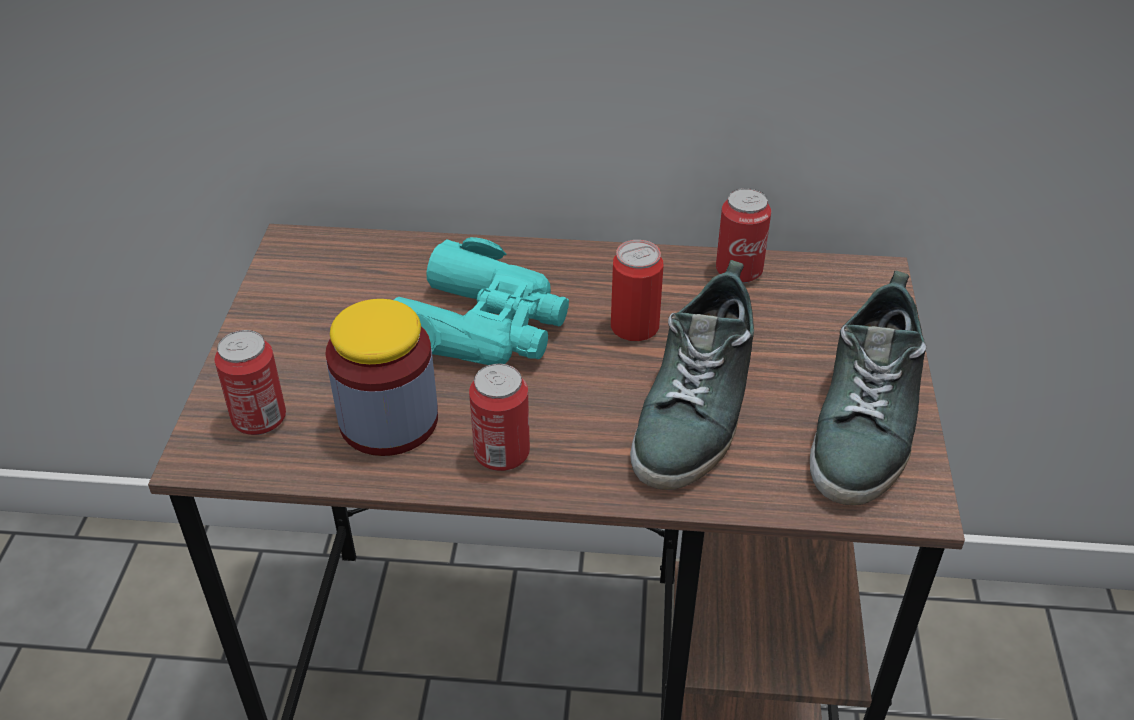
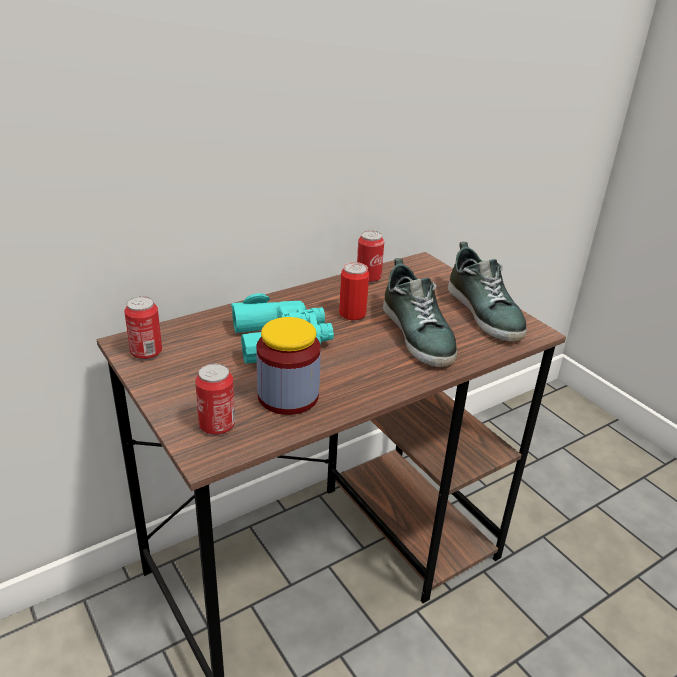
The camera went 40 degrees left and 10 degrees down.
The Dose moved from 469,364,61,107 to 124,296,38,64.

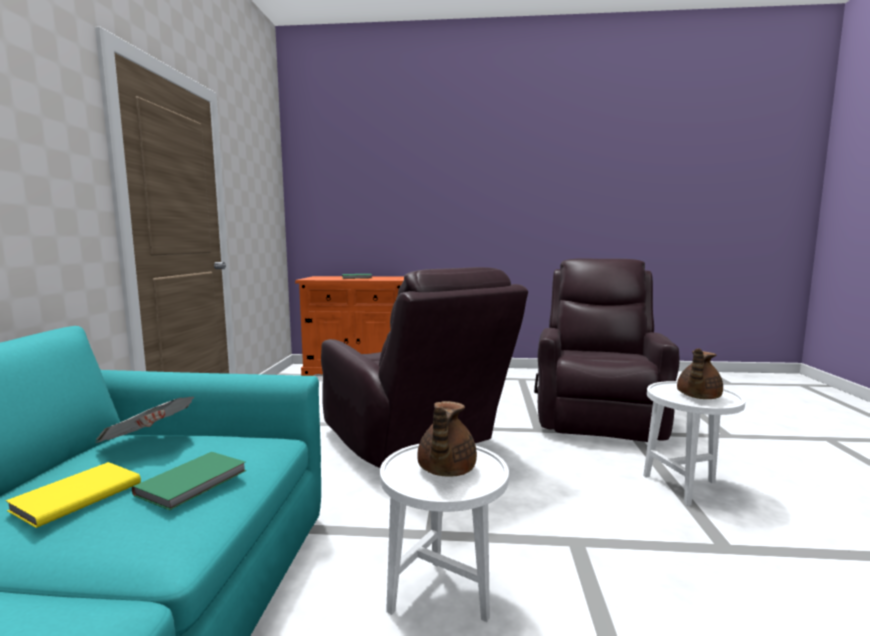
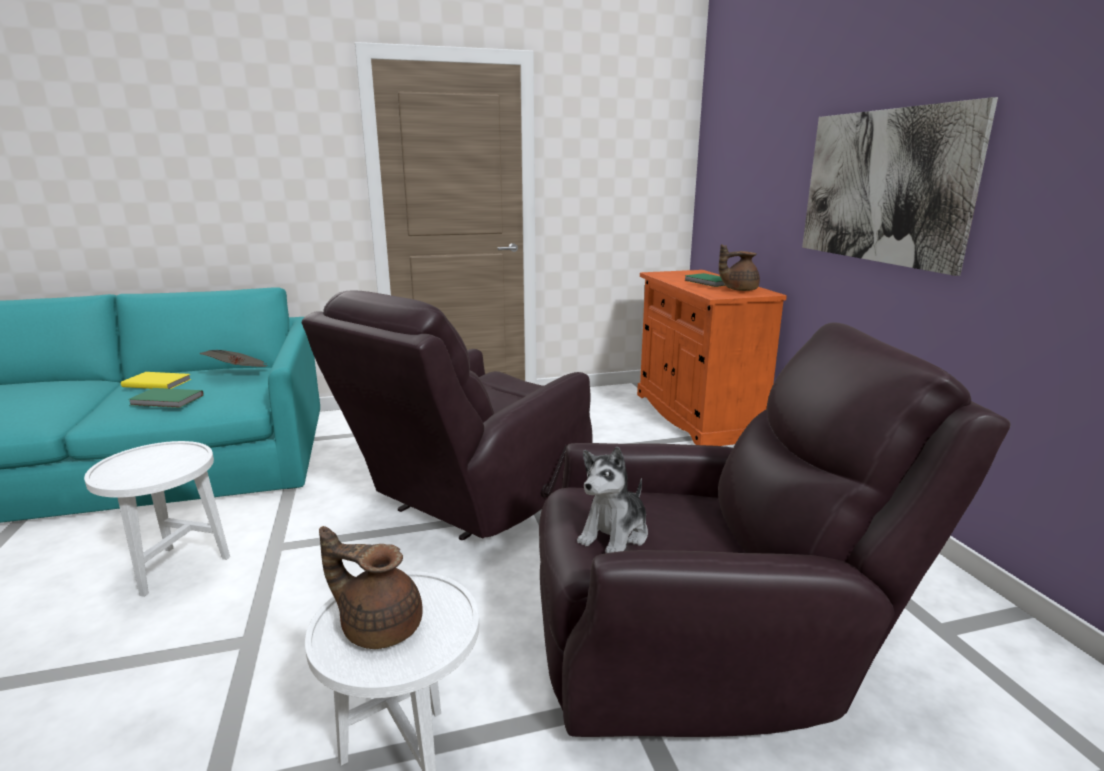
The camera went 70 degrees right and 10 degrees up.
The Plüschtier at 577,447,71,106 appeared.
The Teekanne/braun moved from 417,401,60,75 to 719,244,41,47.
The Bild at 802,97,196,179 appeared.

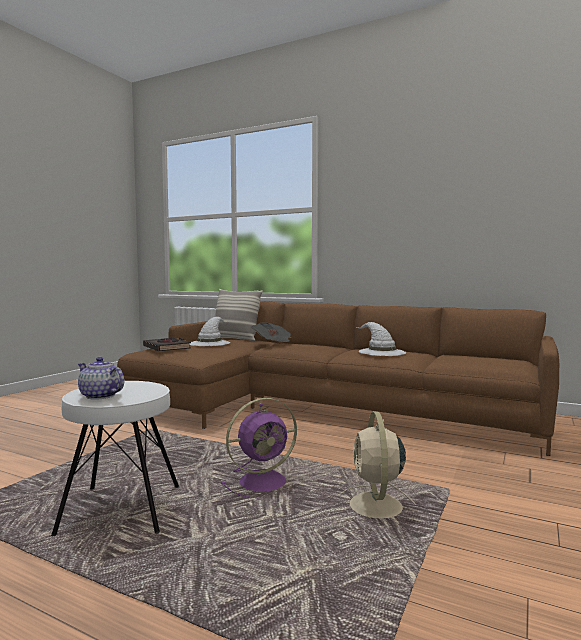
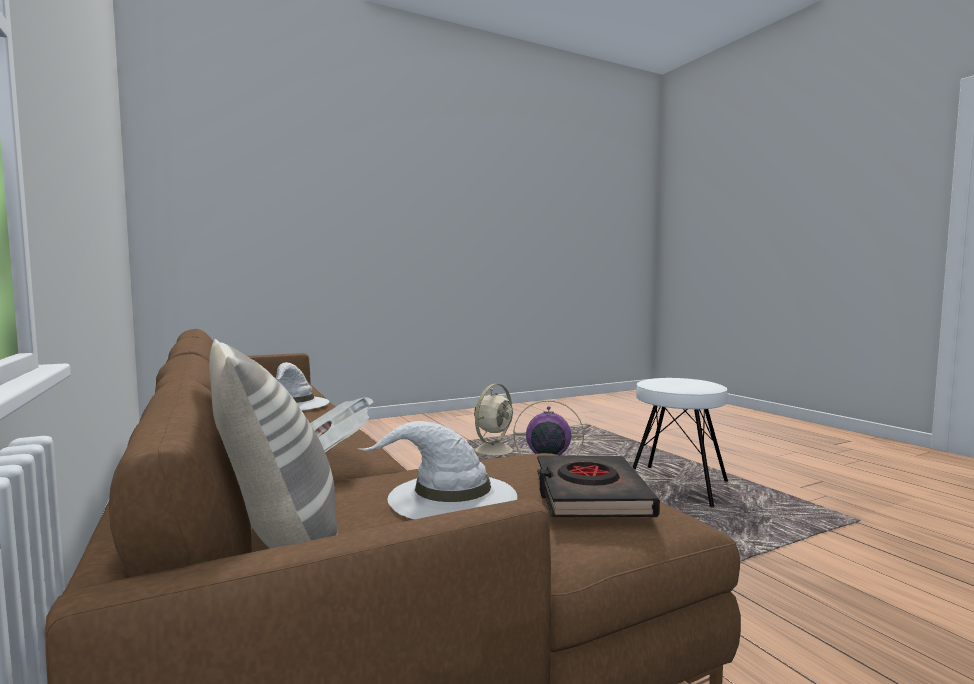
The camera went 145 degrees left and 0 degrees up.
The Teekanne at 78,357,46,43 disappeared.

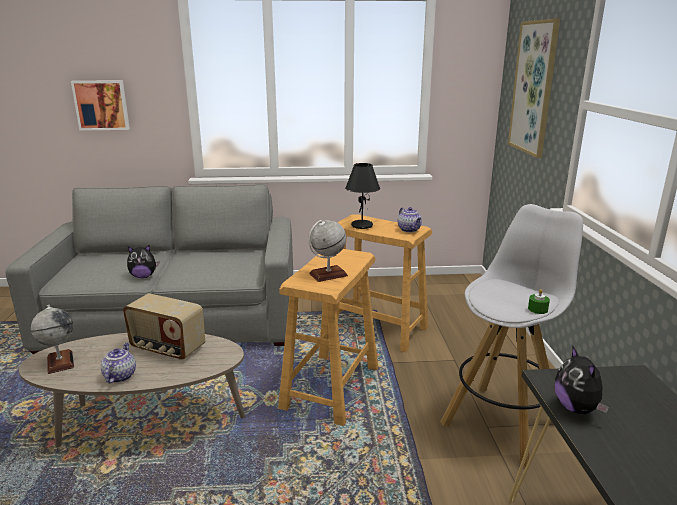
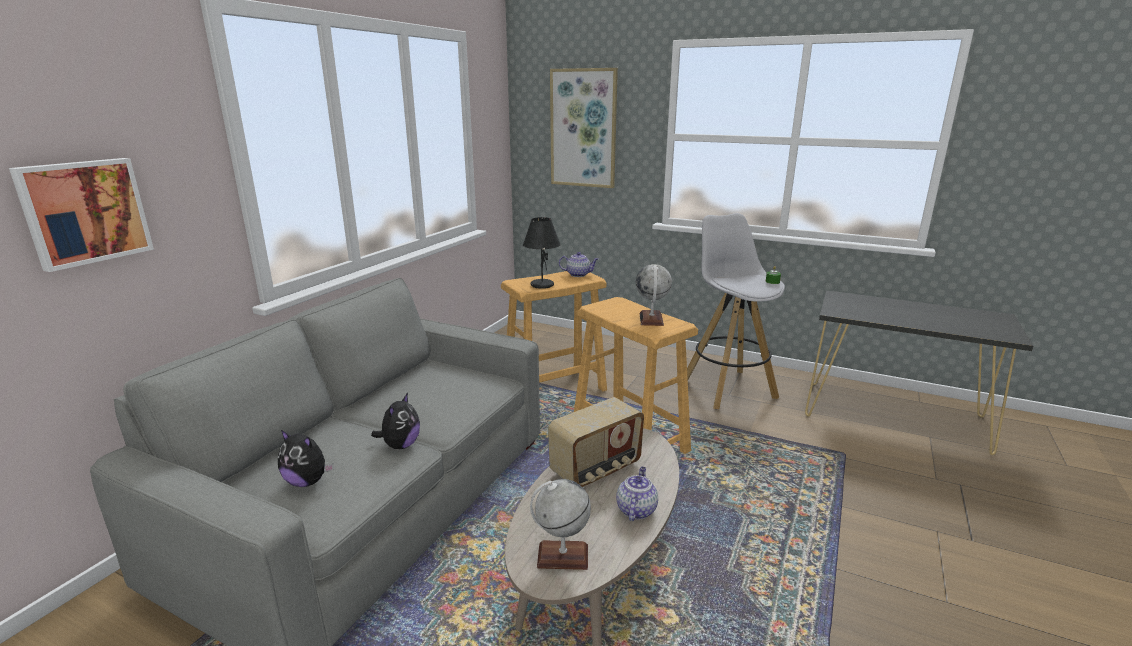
The camera went 60 degrees left and 0 degrees up.
The Plüschtier moved from 555,346,54,68 to 278,430,56,57.
The Teekanne at 101,343,35,40 turned 75 degrees clockwise.

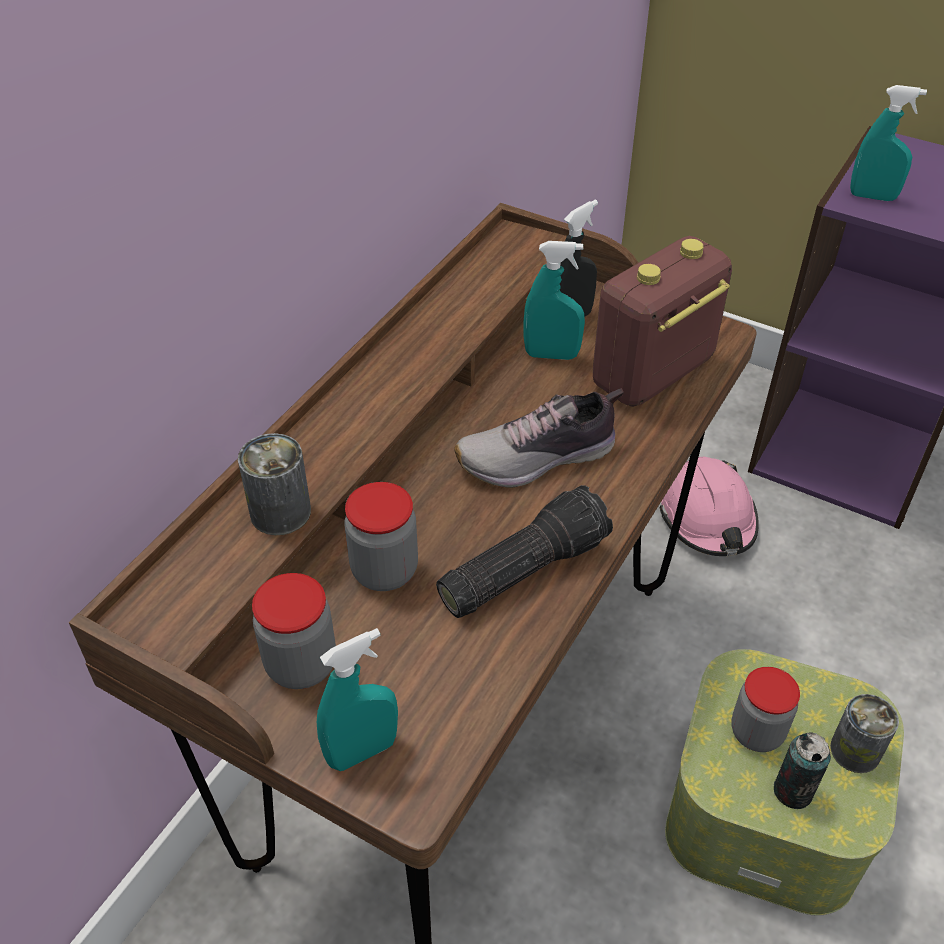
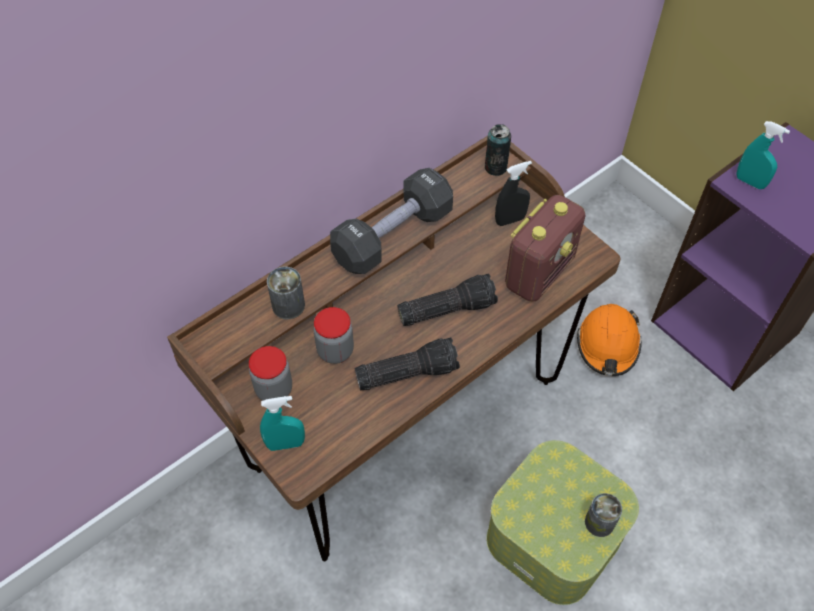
The camera went 20 degrees right and 10 degrees up.
The Hantel/schwarz at 330,168,123,106 appeared.
The Schuh at 454,389,170,99 was replaced by the Taschenlampe at 397,274,101,52.
The Dose moved from 774,732,57,77 to 485,124,26,52.
The Radio at 593,236,139,171 turned 150 degrees clockwise.
The Schutzhelm/rosa at 660,457,98,99 became the Schutzhelm/orange at 577,304,65,72.
The Sprühflasche/türkis at 523,241,62,119 disappeared.
The Vorratsglas at 731,667,69,85 disappeared.

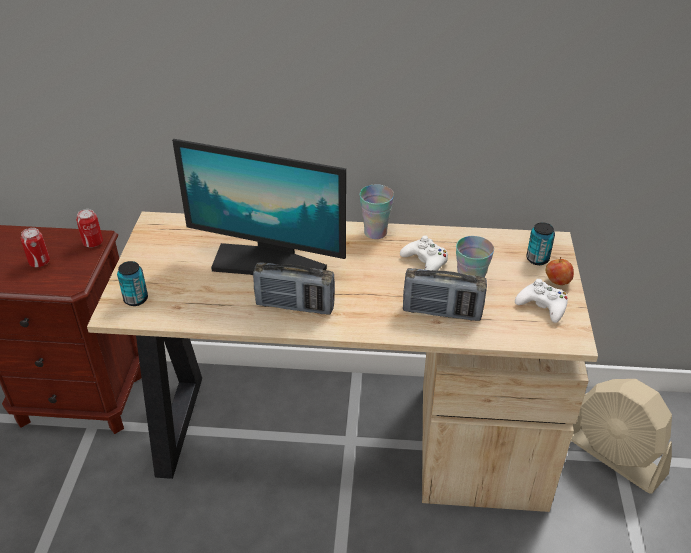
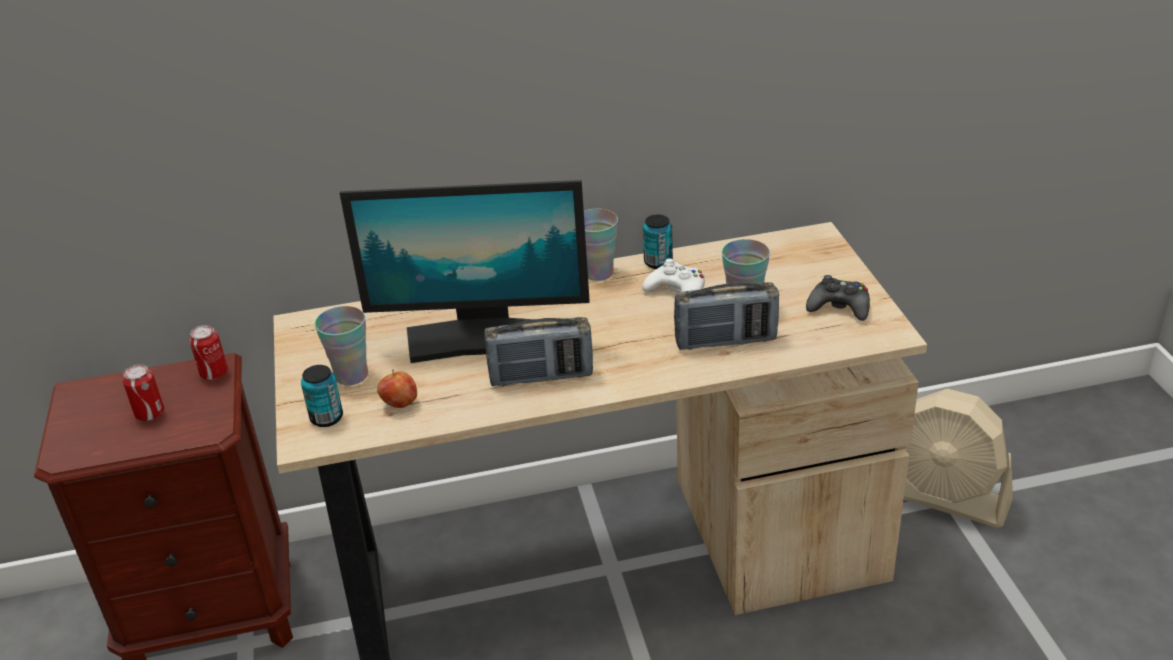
The camera went 15 degrees left and 5 degrees down.
The Tasse at 315,306,53,79 appeared.
The Apfel moved from 546,257,28,28 to 377,369,40,39.
The Dose moved from 526,222,29,43 to 643,214,30,55.
The Gamepad/weiß at 515,279,53,44 became the Gamepad/schwarz at 806,275,64,46.

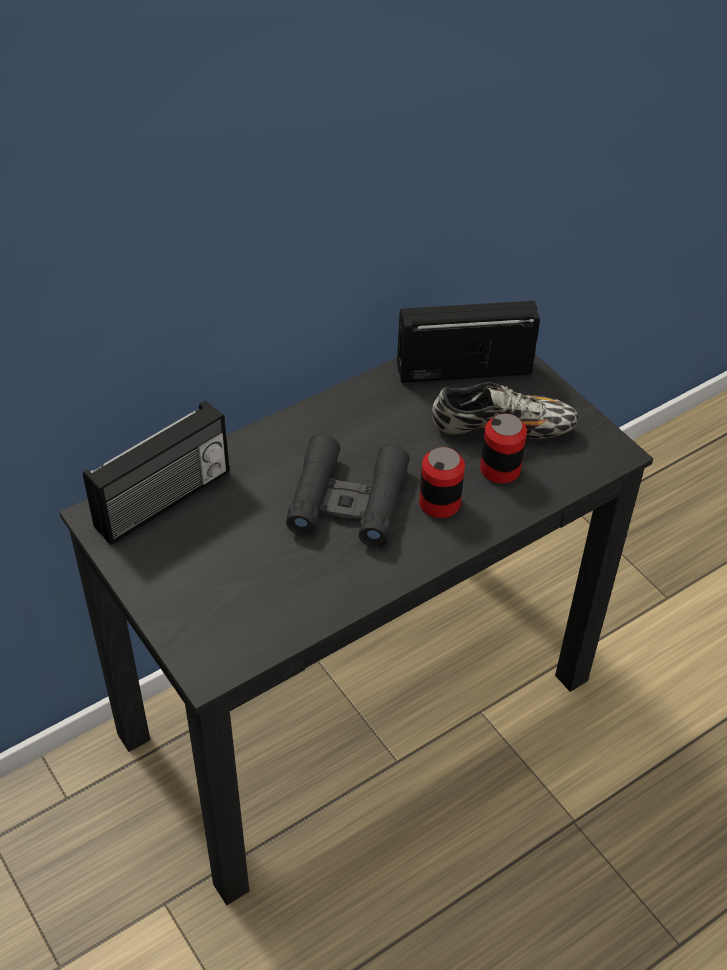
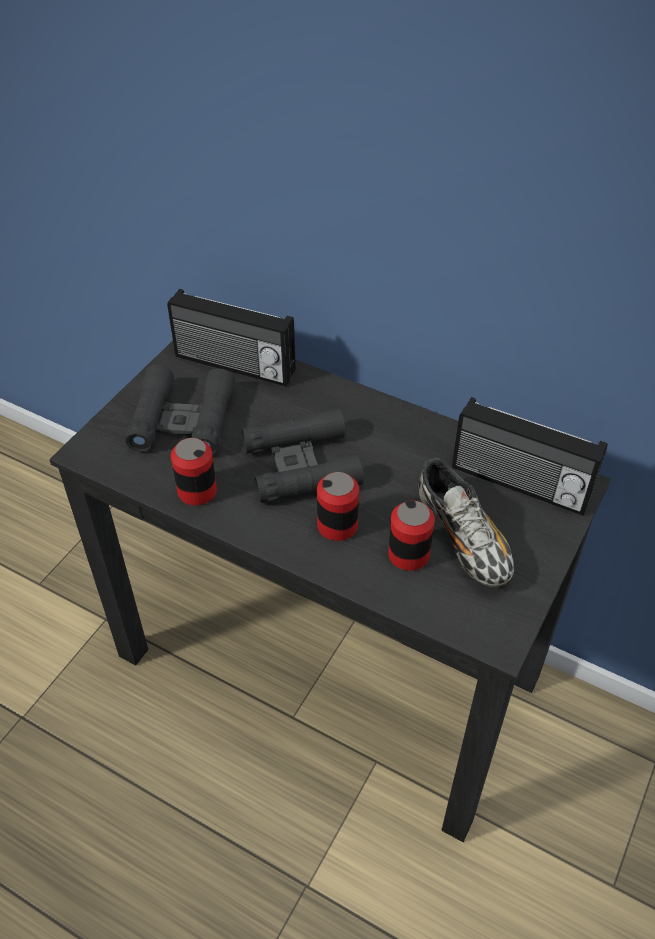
The camera went 65 degrees right and 0 degrees up.
The Fernglas/schwarz at 126,365,109,90 appeared.
The Dose at 171,438,46,67 appeared.
The Radio at 397,301,143,82 turned 150 degrees clockwise.

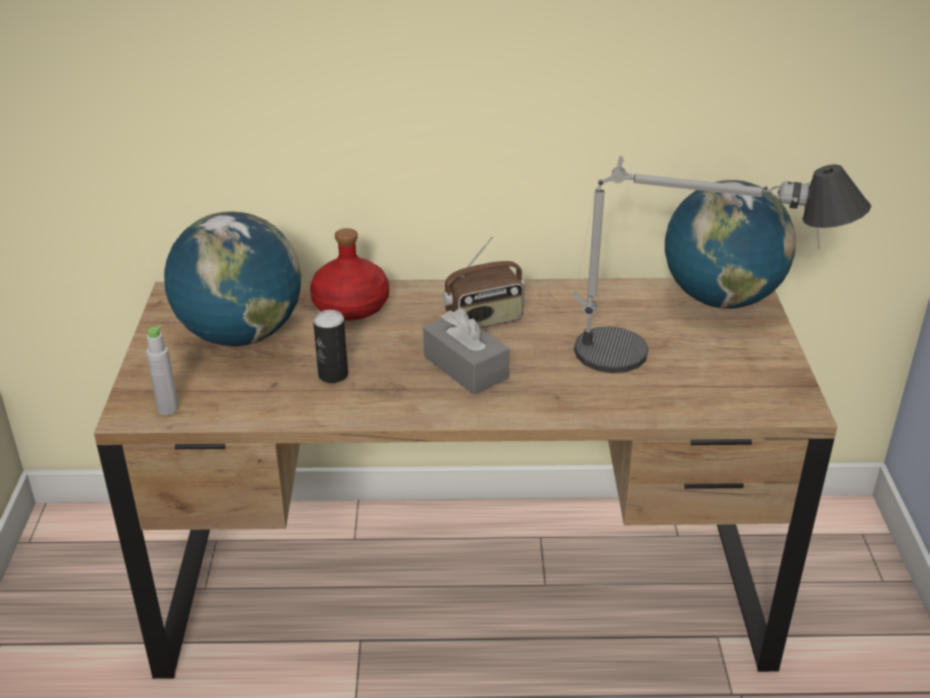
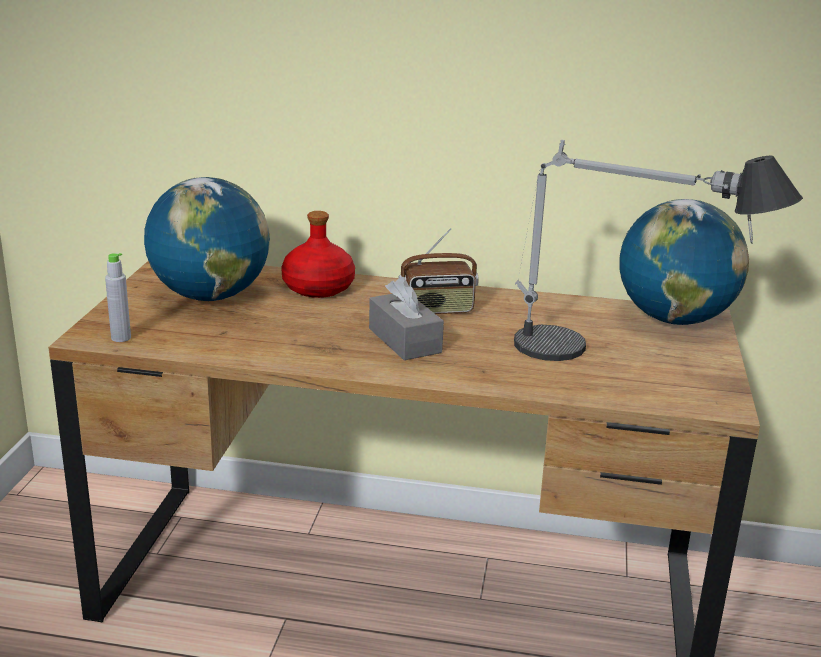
The camera went 10 degrees right and 10 degrees down.
The Dose at 313,310,35,73 disappeared.

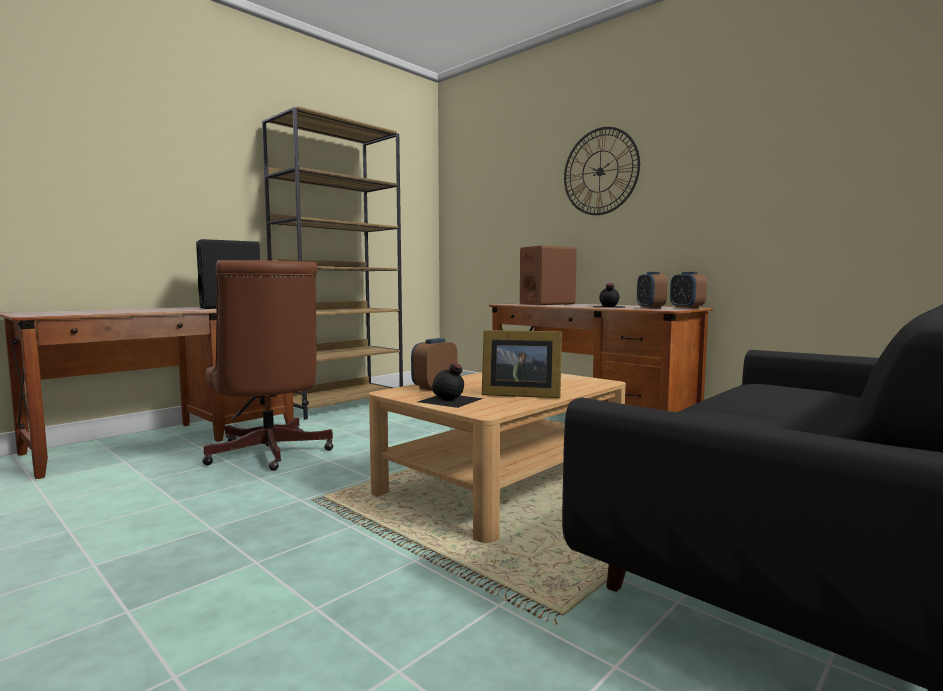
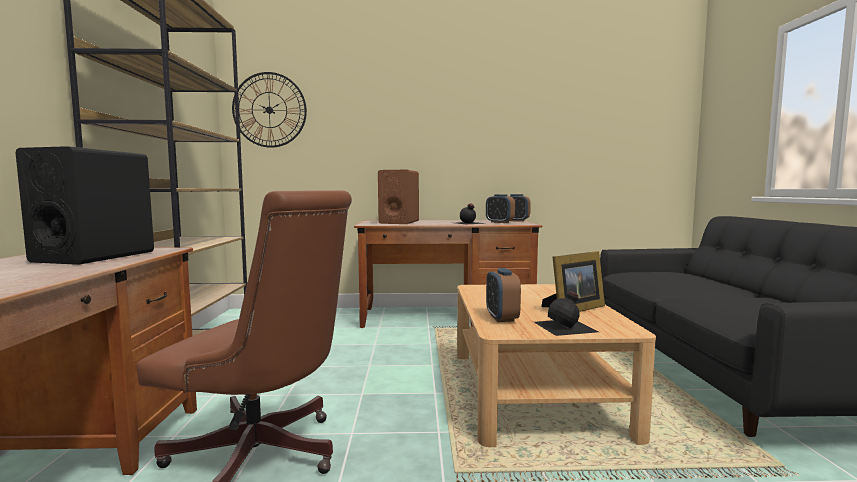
The camera went 45 degrees left and 0 degrees up.
The Wanduhr moved from 564,127,76,88 to 232,72,75,76.

